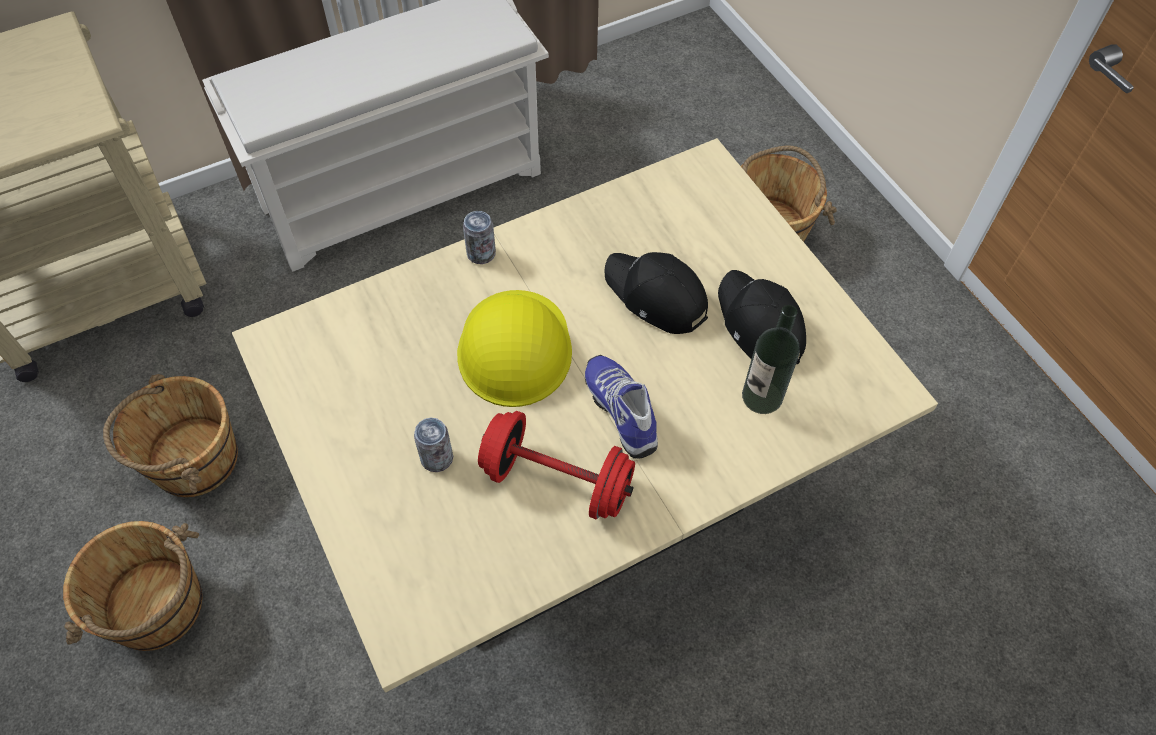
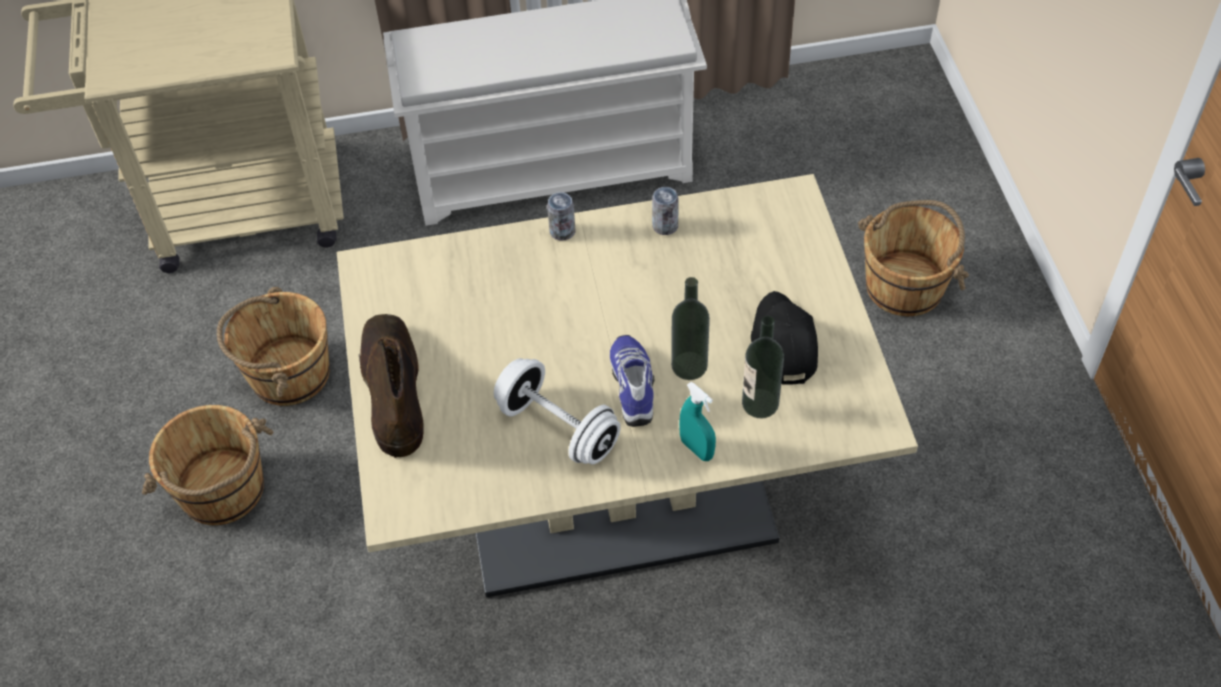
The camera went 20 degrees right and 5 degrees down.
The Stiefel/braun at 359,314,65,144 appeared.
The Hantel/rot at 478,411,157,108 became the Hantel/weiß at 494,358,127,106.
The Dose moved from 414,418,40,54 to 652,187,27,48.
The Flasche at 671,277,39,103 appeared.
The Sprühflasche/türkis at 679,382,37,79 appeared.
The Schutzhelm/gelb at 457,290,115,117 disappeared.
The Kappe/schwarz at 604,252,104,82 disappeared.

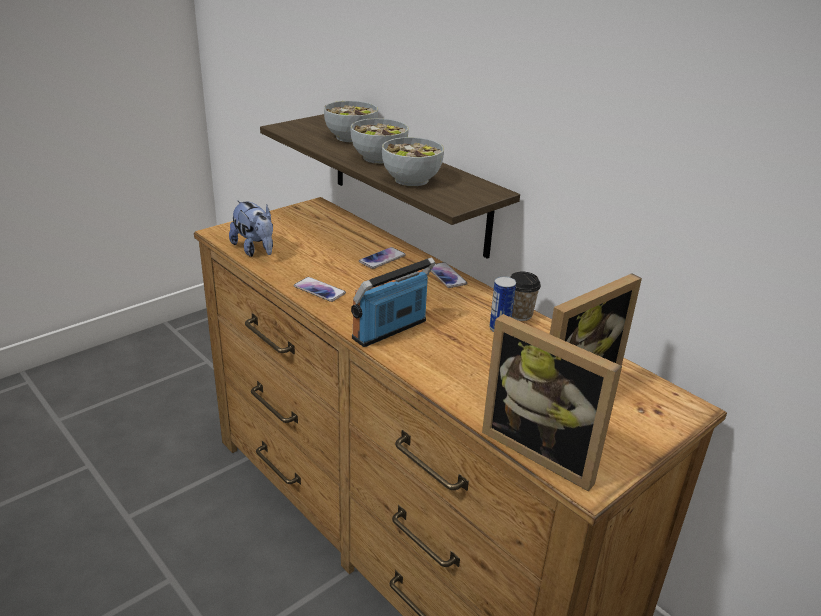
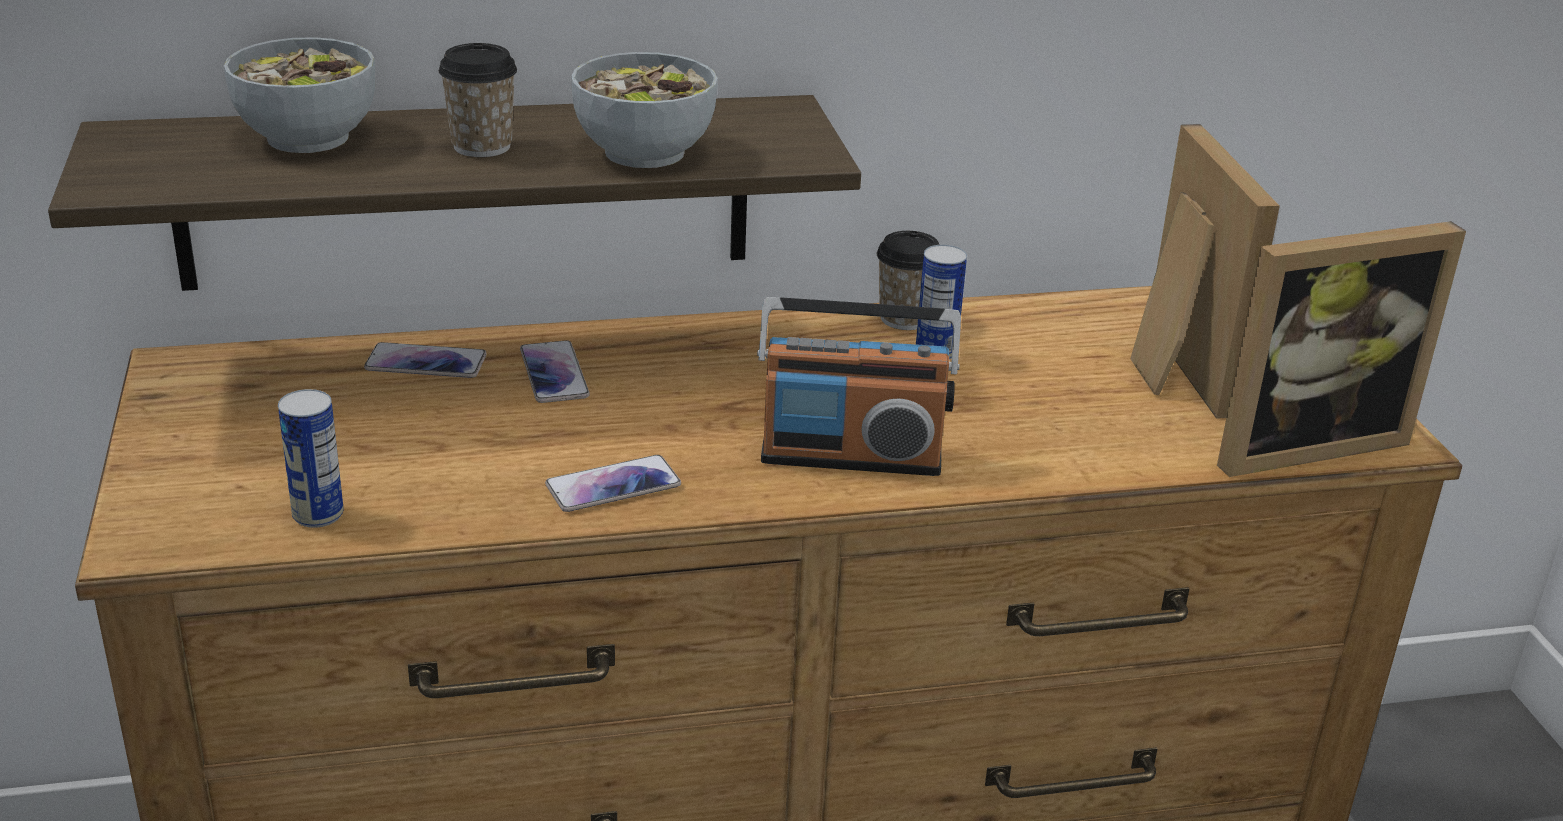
The camera went 60 degrees left and 0 degrees up.
The Plüschtier at 229,200,44,57 was replaced by the Dose at 278,389,66,139.
The Handy moved from 431,262,36,26 to 364,342,123,36.
The Schüssel at 350,118,59,46 was replaced by the Tasse at 439,43,78,114.
The Radio at 351,257,85,90 turned 75 degrees counterclockwise.

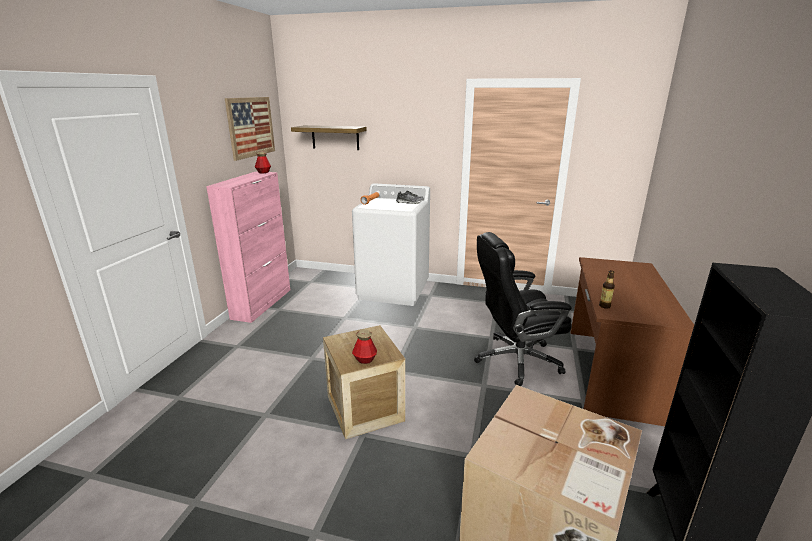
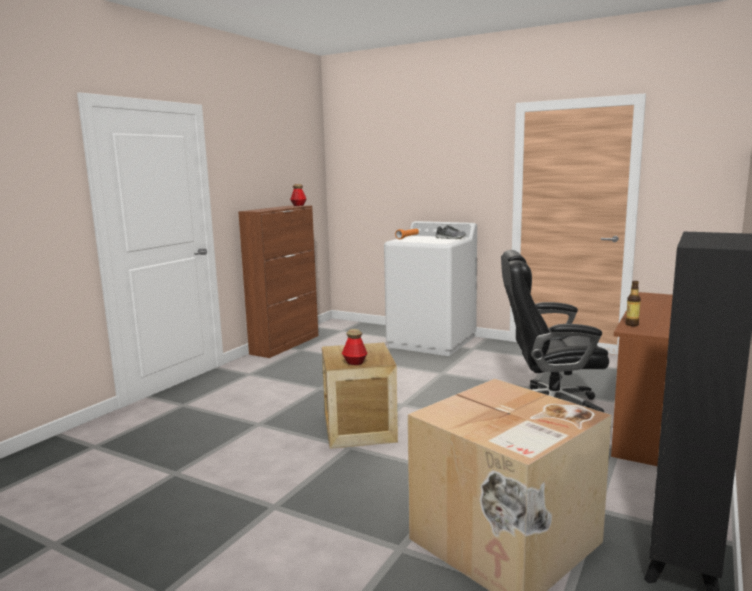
The camera went 15 degrees right and 10 degrees down.
The Schrank/rosa at 206,171,84,152 became the Schrank/braun at 238,205,80,153.
The Bild at 225,97,50,64 disappeared.
The Wandregal at 291,125,76,25 disappeared.

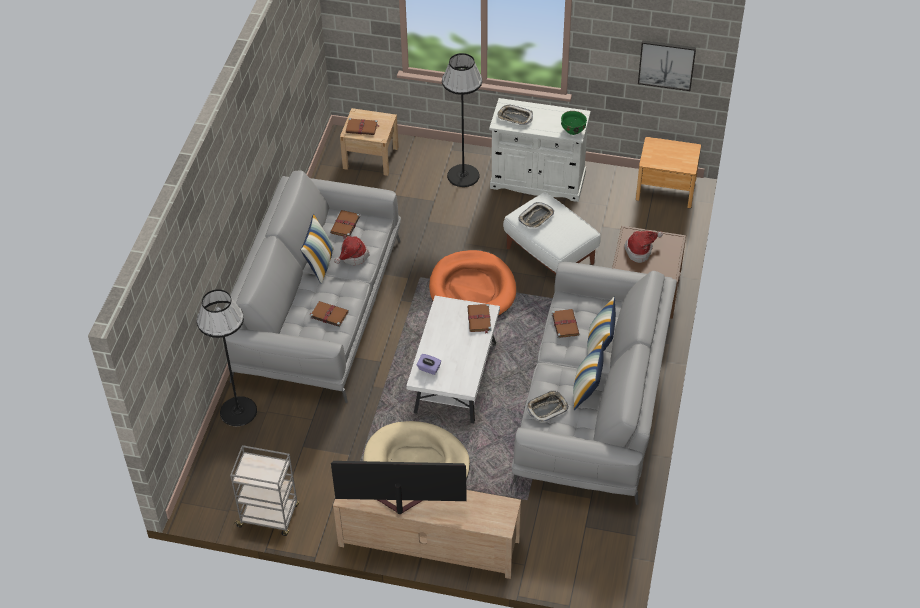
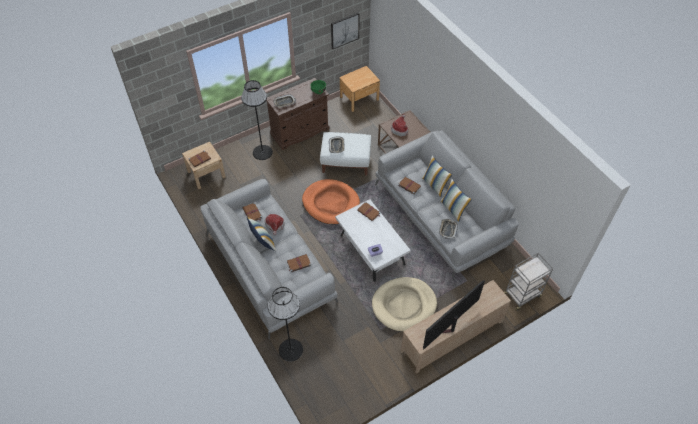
The camera went 45 degrees left and 5 degrees up.
The Schrank/weiß at 489,98,102,104 became the Schrank/braun at 266,78,63,72.
The Rollwagen/grau moved from 230,445,69,91 to 504,252,49,59.

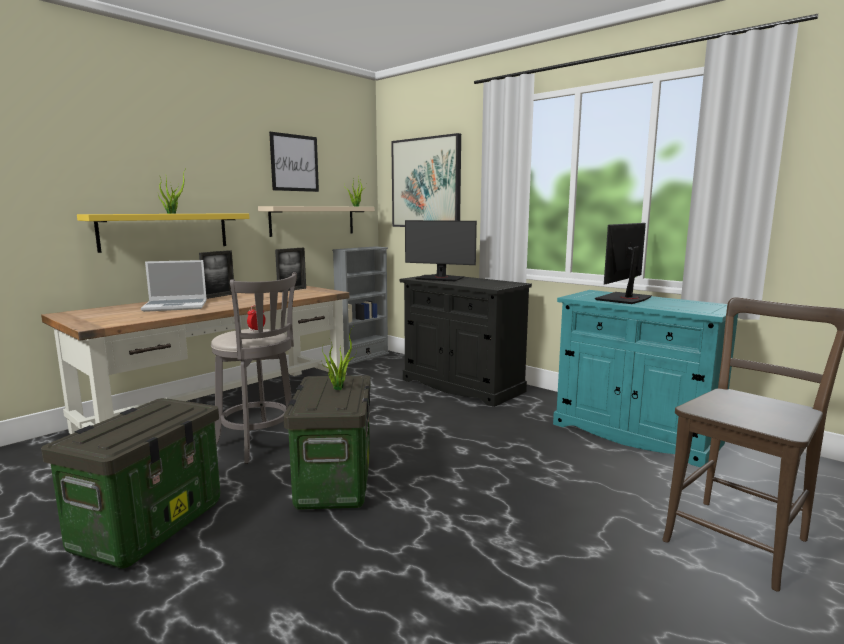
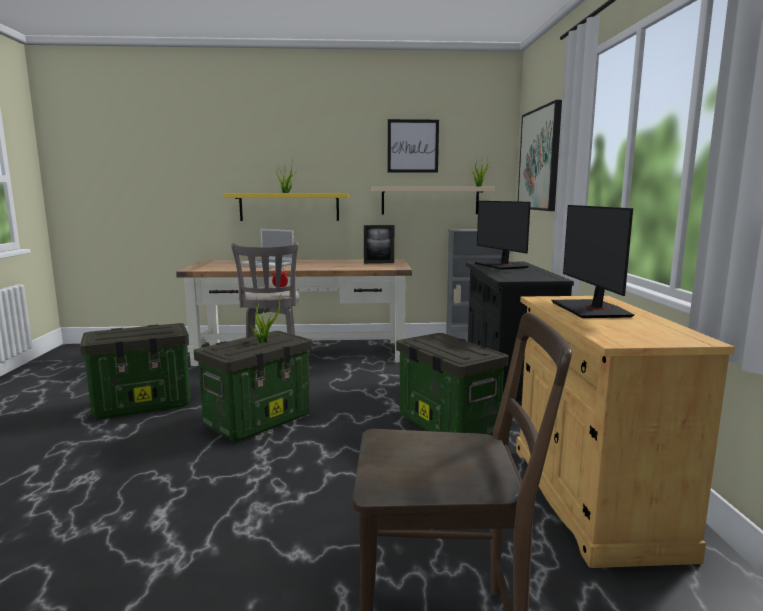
The camera went 45 degrees right and 0 degrees up.
The Aufbewahrungsbox at 396,333,112,103 appeared.
The Schrank/türkis at 553,290,185,177 became the Schrank/beige at 516,296,219,272.
The Monitor at 595,223,57,81 turned 90 degrees counterclockwise.
The Bilderrahmen at 199,250,35,49 disappeared.

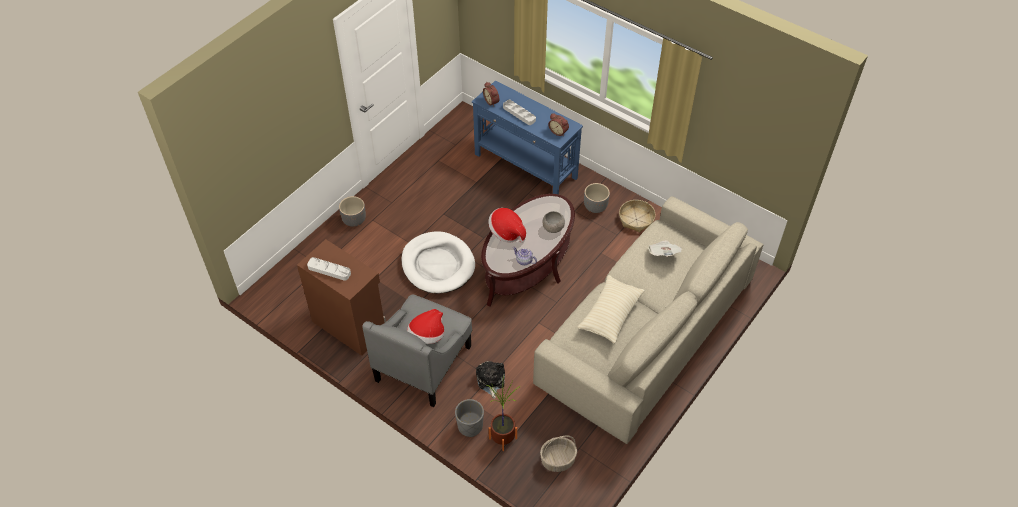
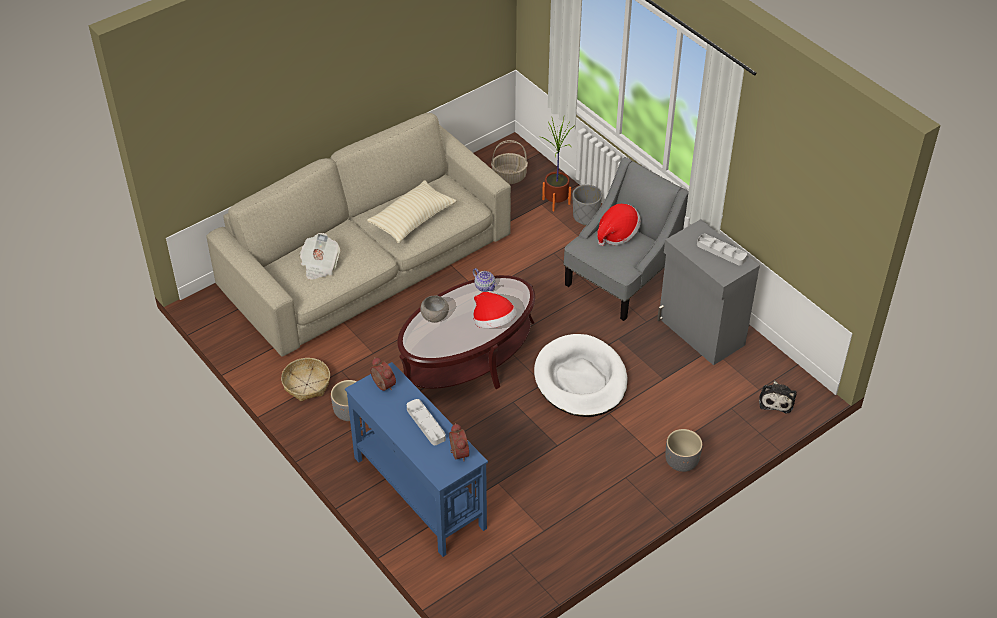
The camera went 165 degrees left and 5 degrees down.
The Schrank/braun at 297,239,89,117 became the Schrank/grau at 657,219,103,146.
The Plüschtier moved from 476,361,29,38 to 759,381,37,32.

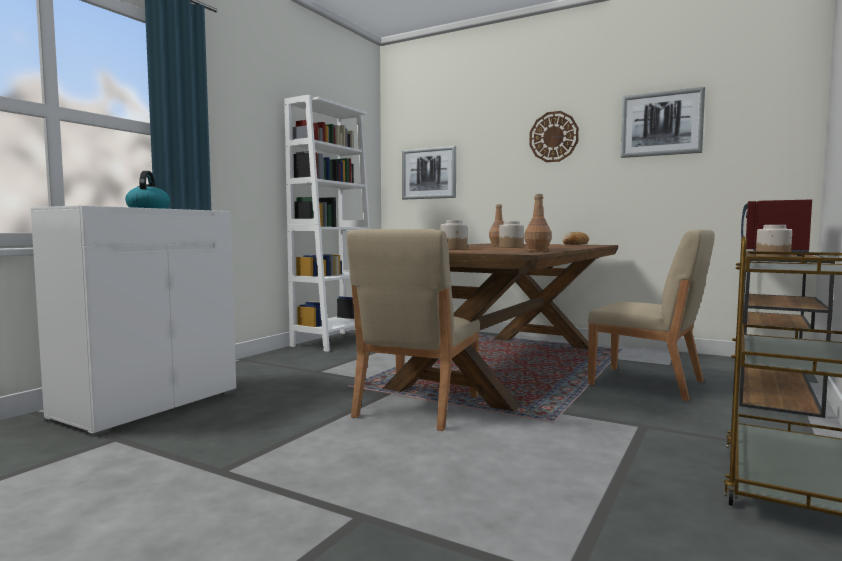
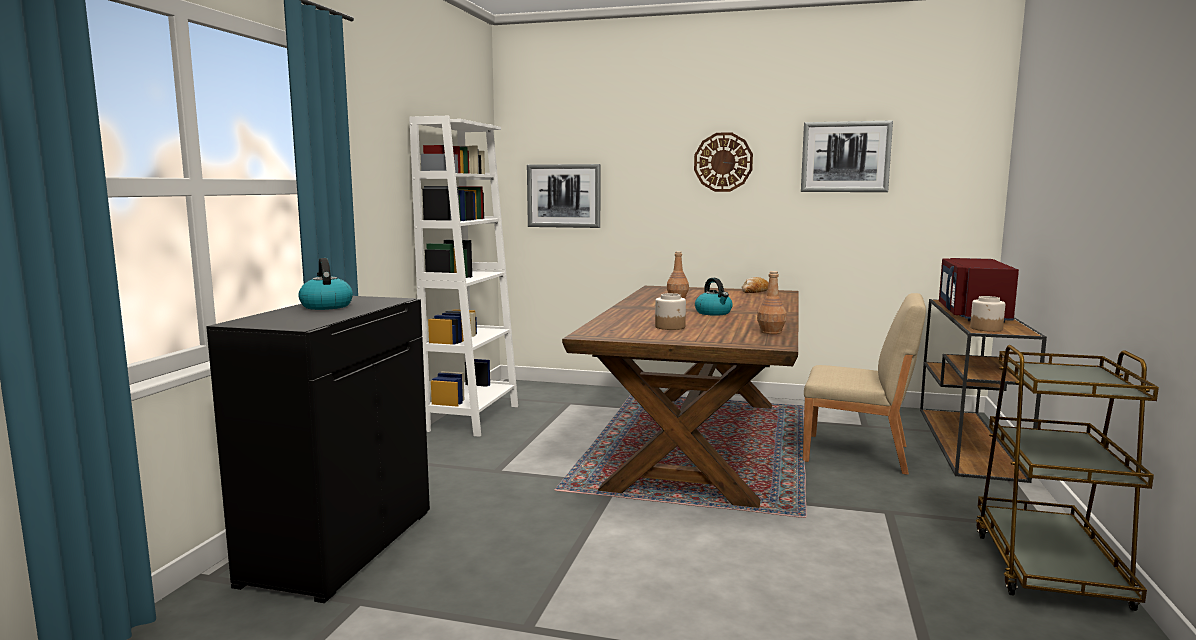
The camera went 15 degrees left and 5 degrees up.
The Schrank/weiß at 31,205,205,232 became the Schrank/schwarz at 206,296,224,307.
The Vorratsglas at 499,221,25,27 was replaced by the Wasserkessel at 695,278,38,38.
The Stuhl/beige at 347,229,133,202 disappeared.

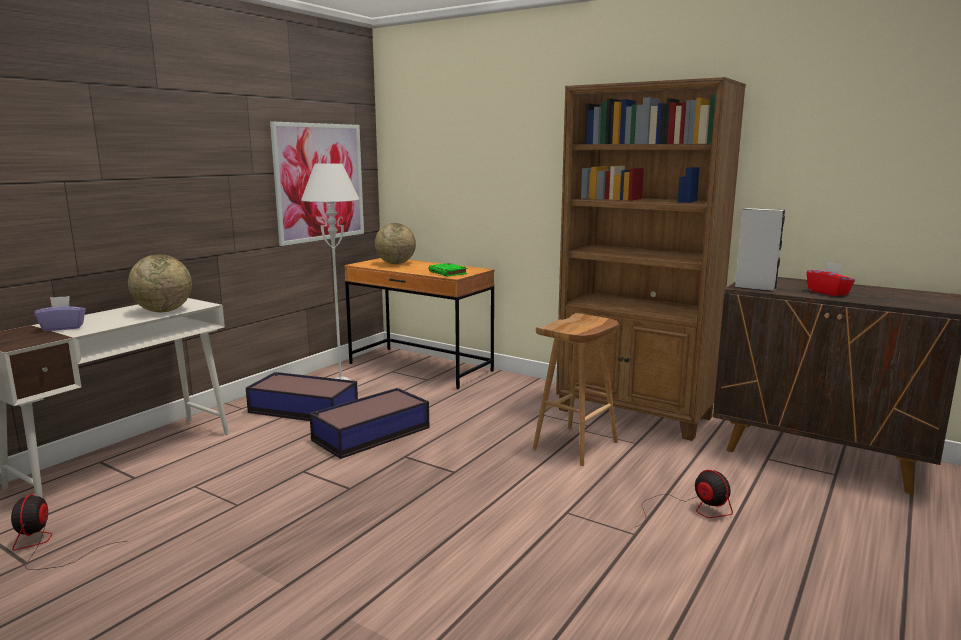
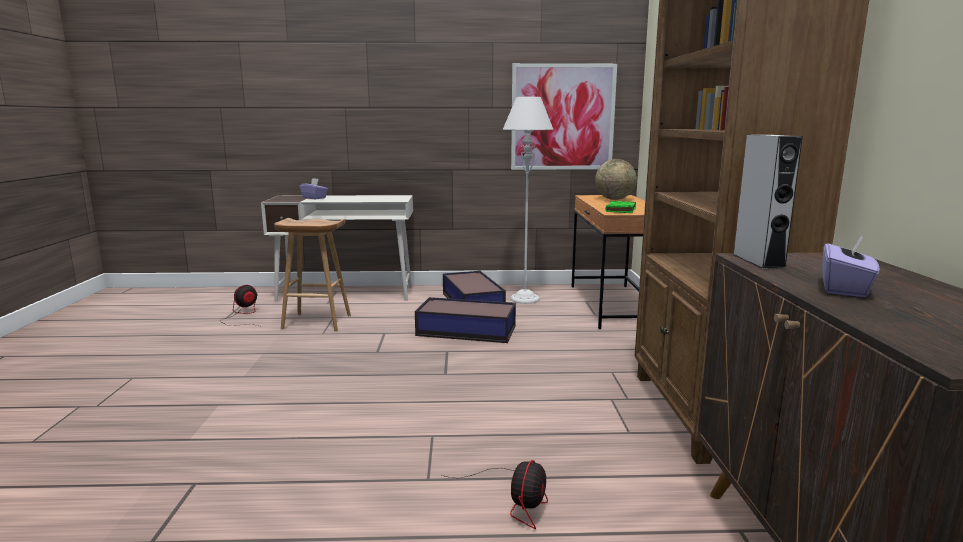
The camera went 55 degrees right and 0 degrees up.
The Hocker/braun moved from 533,313,86,153 to 274,218,77,113.
The Taschentuchbox/rot at 806,262,49,34 became the Taschentuchbox/lila at 822,235,58,62.
The Globus at 128,255,64,57 disappeared.

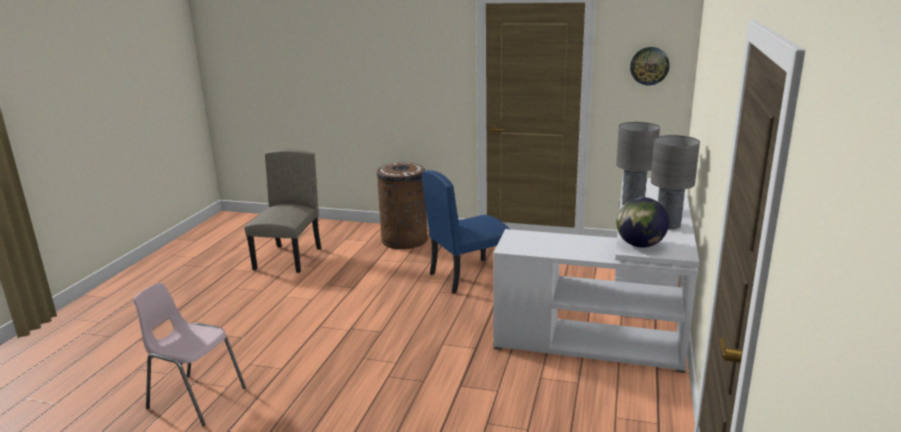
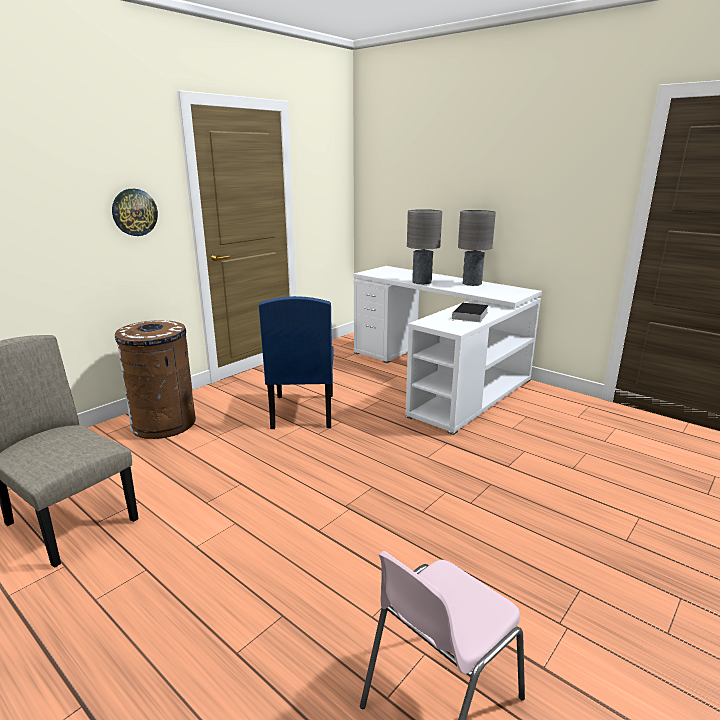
The camera went 65 degrees left and 0 degrees up.
The Wanduhr moved from 630,47,39,38 to 112,189,46,47.
The Buch at 452,303,37,19 appeared.
The Globus at 617,197,52,51 disappeared.

